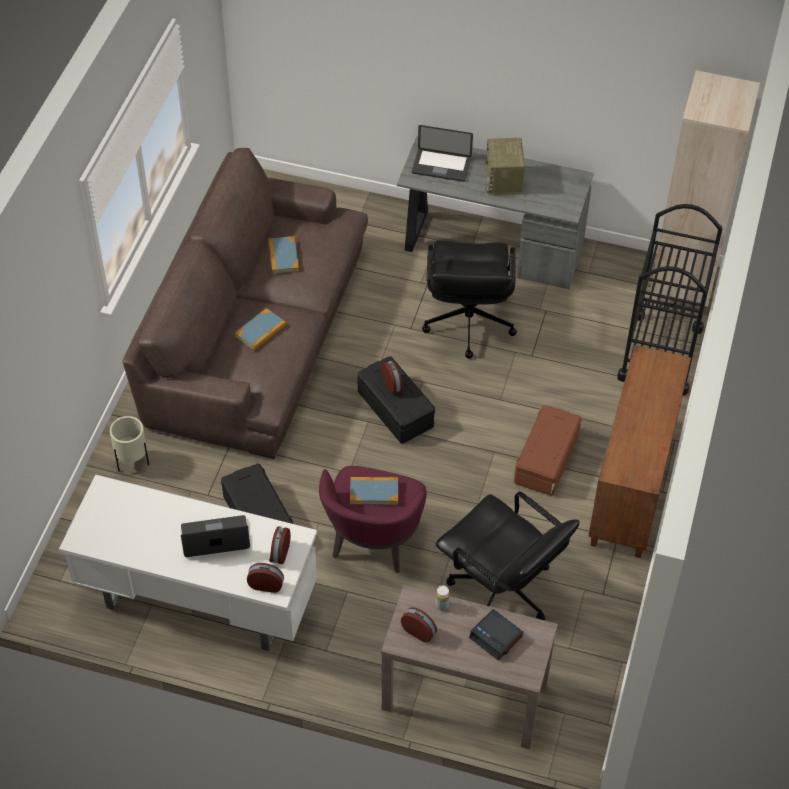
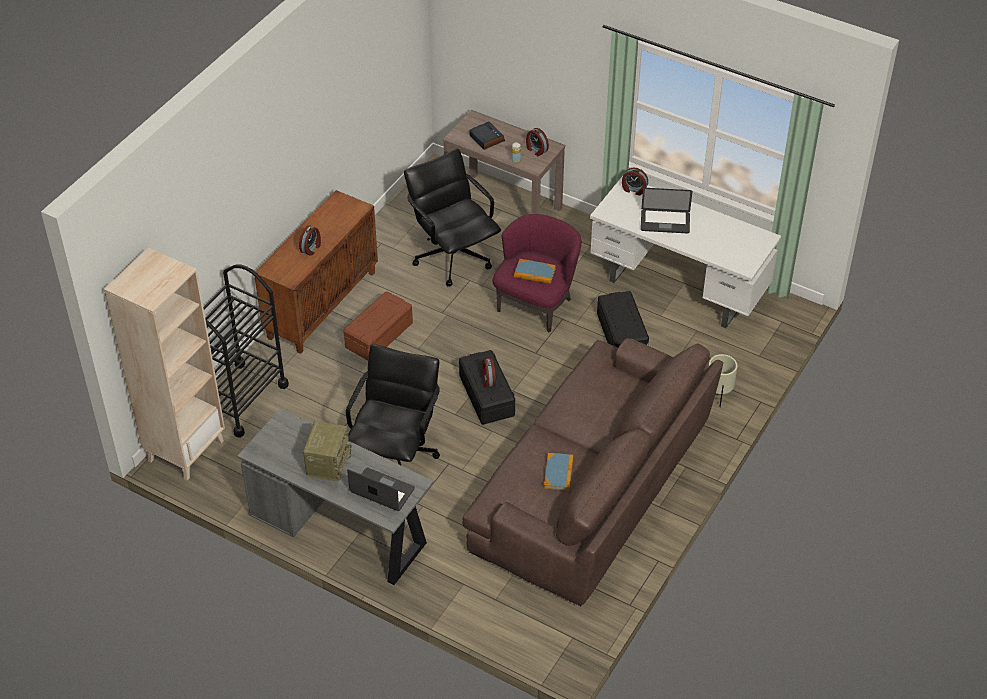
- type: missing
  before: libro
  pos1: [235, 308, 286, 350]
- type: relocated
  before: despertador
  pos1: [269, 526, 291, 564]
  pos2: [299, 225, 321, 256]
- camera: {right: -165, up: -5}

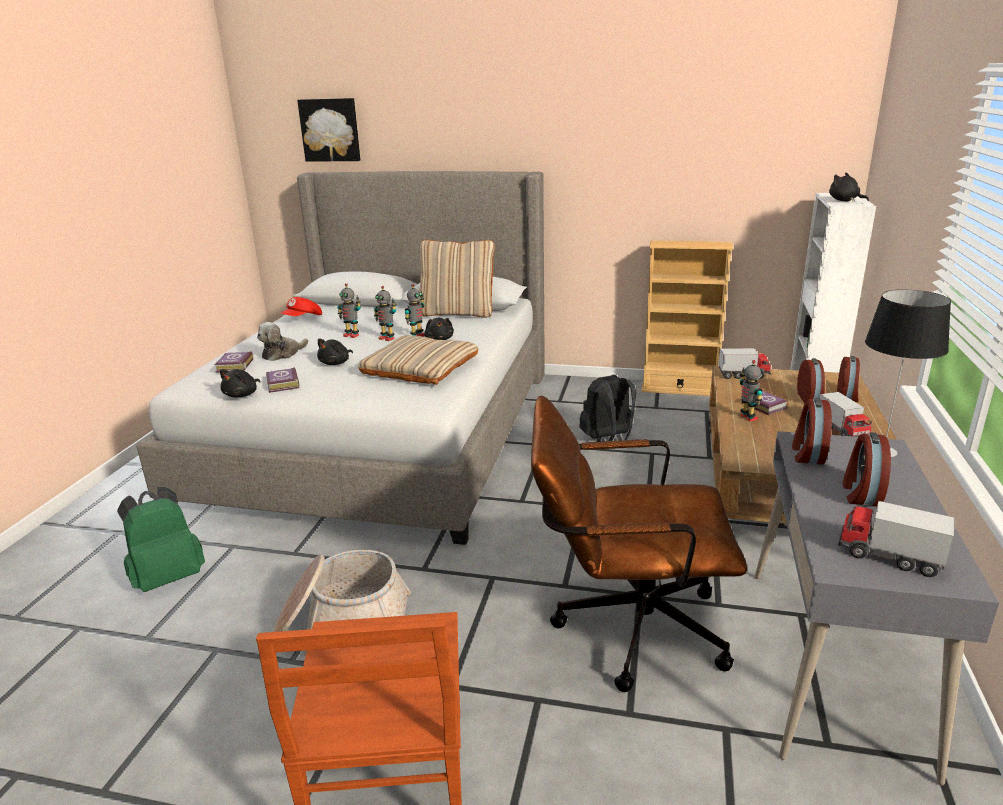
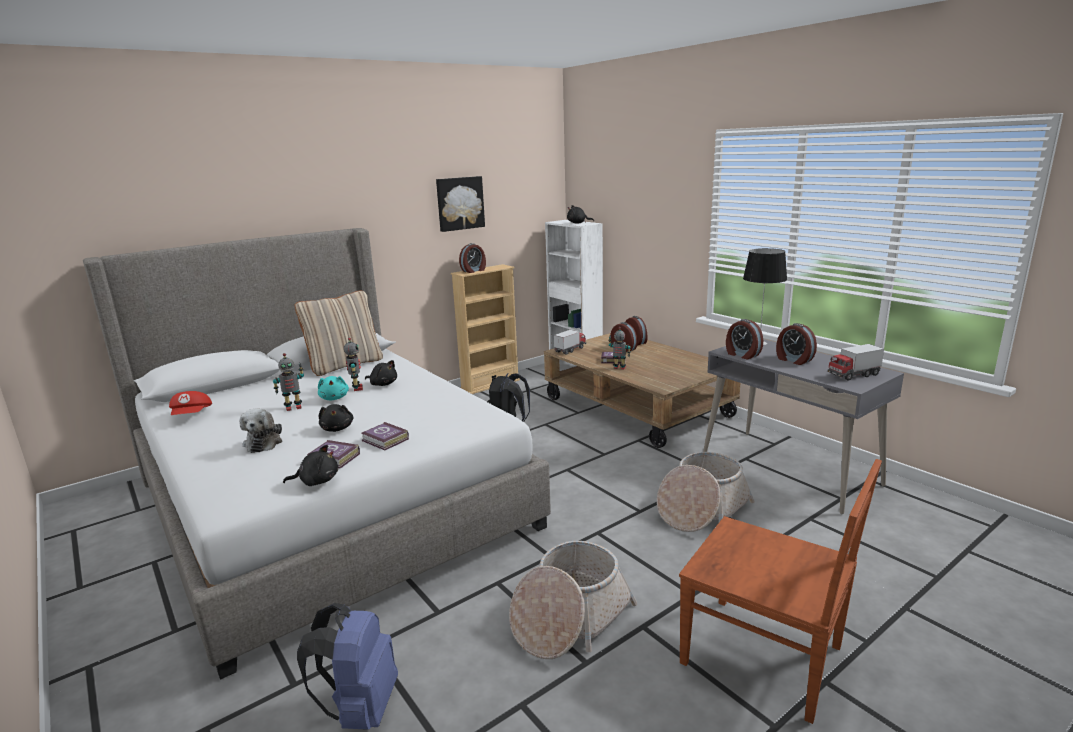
- type: missing
  before: cojín/beis
  pos1: [358, 335, 478, 385]
- type: missing
  before: camión de juguete
  pos1: [819, 392, 872, 437]
- type: appeared
  after: despertador
  pos2: [459, 243, 486, 273]
- type: relocated
  before: libro
  pos1: [215, 351, 253, 373]
  pos2: [362, 422, 409, 450]
- type: relocated
  before: cuadro
  pos1: [297, 98, 361, 162]
  pos2: [436, 176, 485, 232]
- type: exchanged
  before: robot de juguete
  after: peluche/turquesa
  pos1: [374, 286, 396, 341]
  pos2: [318, 376, 349, 400]
- type: exchanged
  before: silla de oficina/marrón
  after: cesta
  pos1: [531, 395, 747, 692]
  pos2: [657, 452, 755, 532]
- type: colour
  before: mochila/verde
  after: mochila/azul
  pos1: [117, 487, 205, 592]
  pos2: [297, 603, 398, 730]
- type: spun
  before: peluche/negro
  pos1: [220, 369, 260, 397]
  pos2: [283, 445, 338, 486]
  turn: -75
- camera: {right: -50, up: -5}

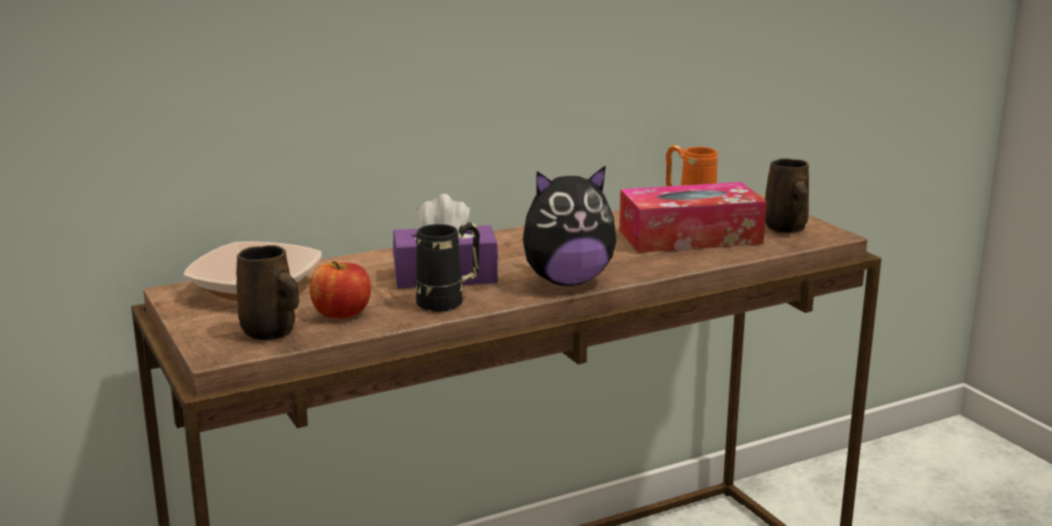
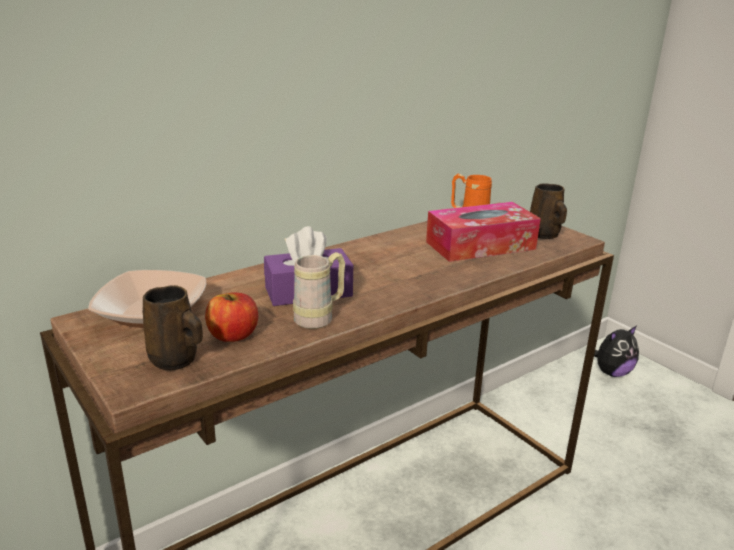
- type: relocated
  before: peluche
  pos1: [523, 165, 616, 286]
  pos2: [594, 325, 639, 377]
- type: colour
  before: taza grande/negro
  after: taza grande/beis
  pos1: [415, 222, 480, 312]
  pos2: [293, 252, 345, 329]
- camera: {right: -10, up: 5}

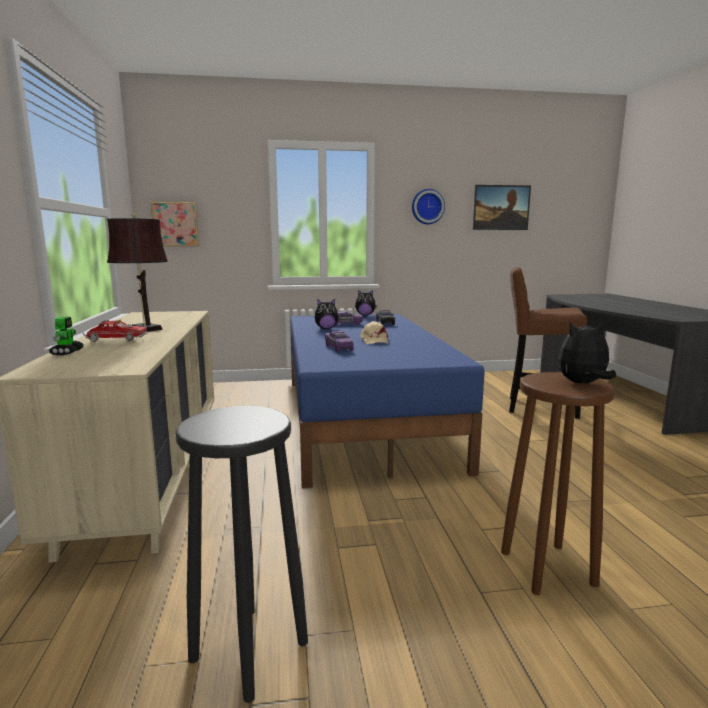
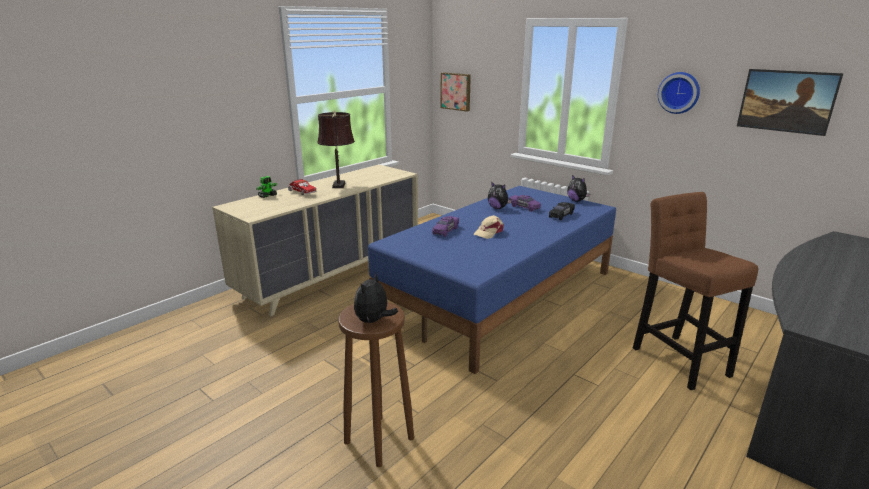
- type: missing
  before: taburete/negro
  pos1: [176, 406, 308, 703]
- type: spun
  before: peluche
  pos1: [558, 322, 616, 383]
  pos2: [354, 273, 398, 323]
  turn: -105
- camera: {right: 50, up: 10}

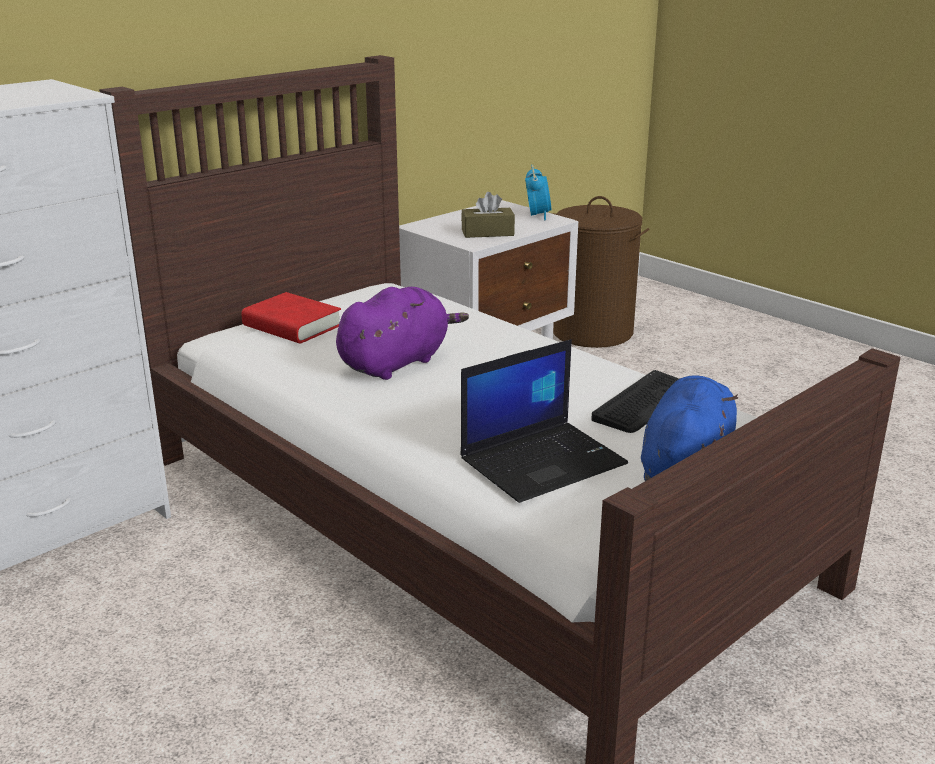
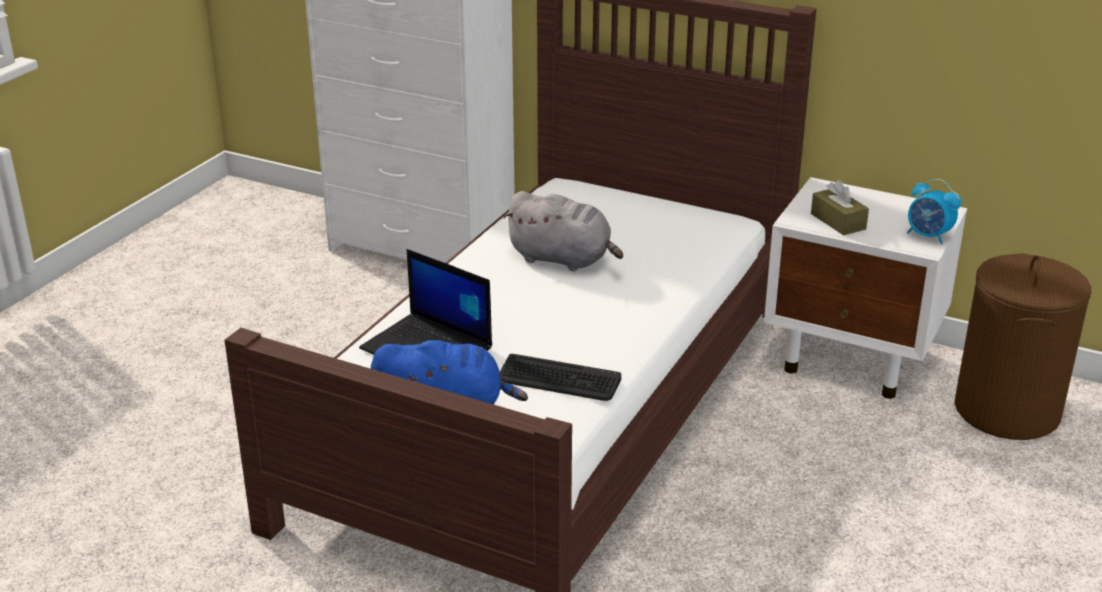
- type: missing
  before: libro/rojo
  pos1: [242, 292, 341, 343]
- type: colour
  before: peluche/morado
  after: peluche/gris
  pos1: [336, 287, 469, 380]
  pos2: [503, 191, 623, 271]
- type: spun
  before: despertador
  pos1: [525, 165, 551, 220]
  pos2: [907, 179, 961, 244]
  turn: 60
- camera: {right: 70, up: 5}

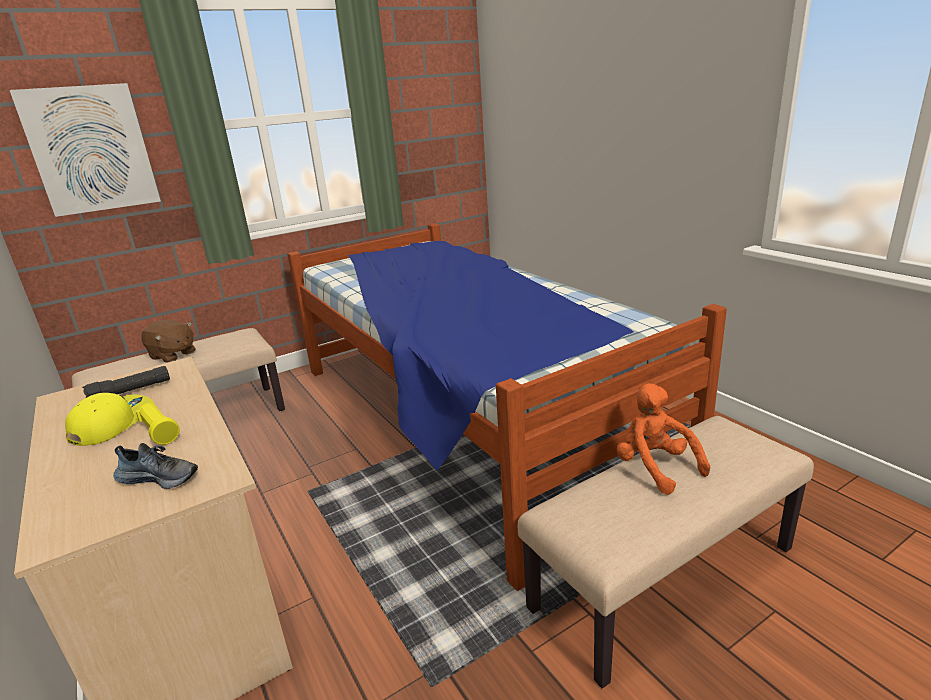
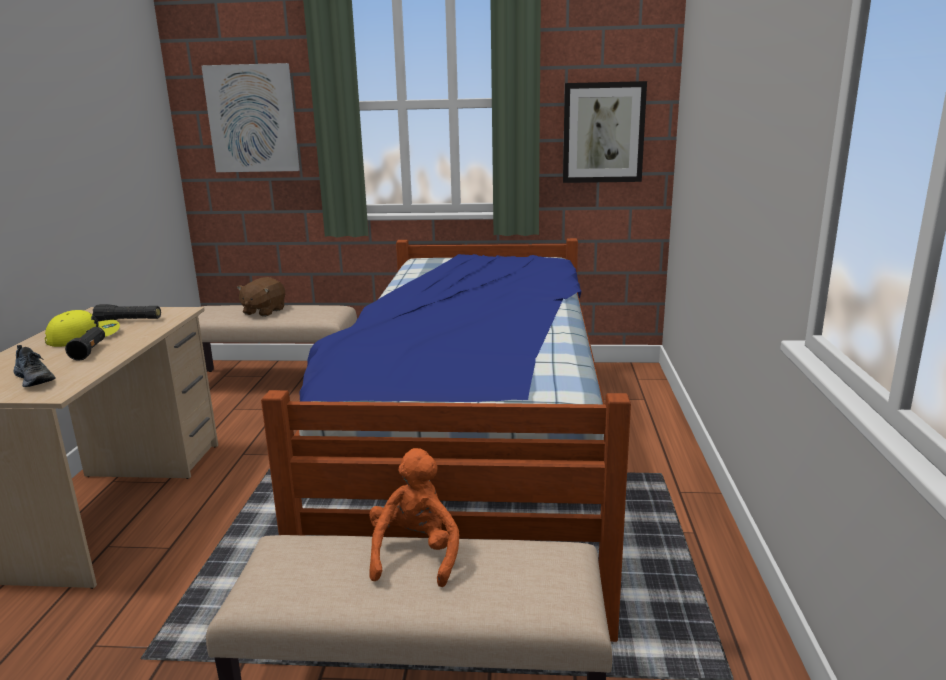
- type: appeared
  after: cuadro
  pos2: [563, 81, 647, 183]
- type: colour
  before: linterna/amarillo
  after: linterna/negro
  pos1: [136, 403, 180, 445]
  pos2: [65, 327, 105, 361]
- type: spun
  before: peluche/marrón
  pos1: [141, 320, 196, 363]
  pos2: [237, 277, 285, 317]
  turn: 45
- camera: {right: 35, up: -5}

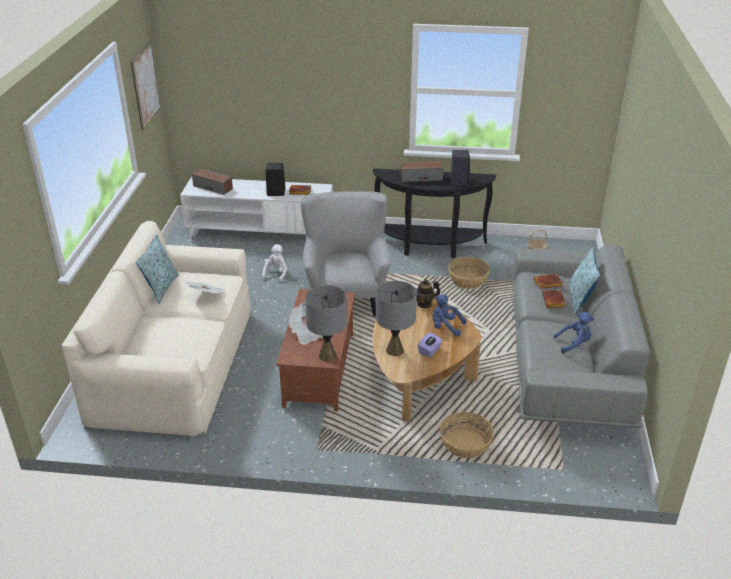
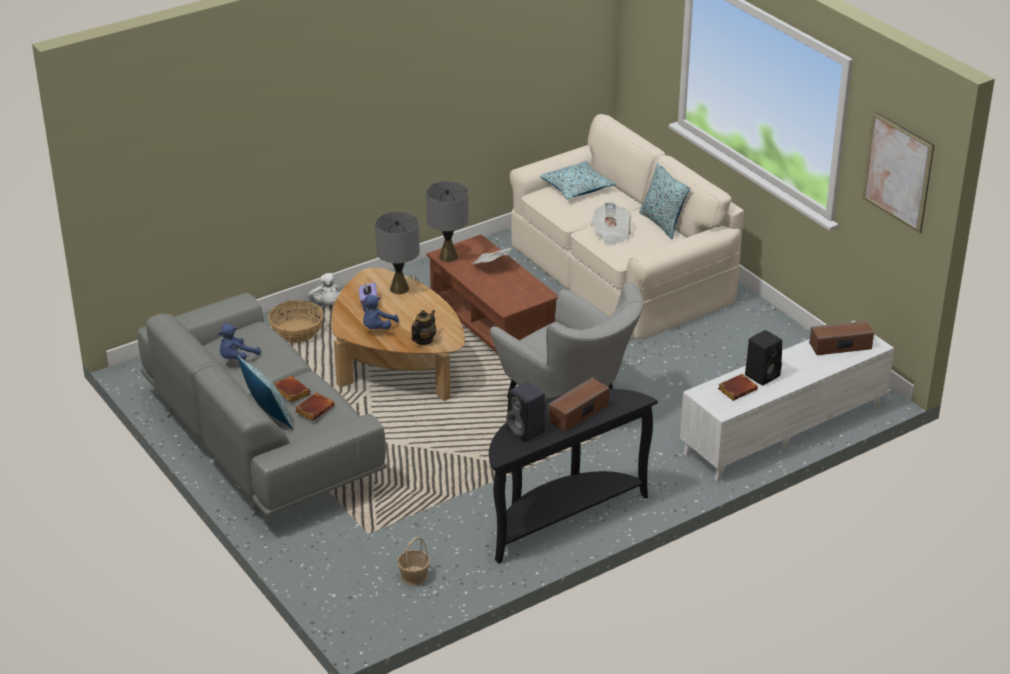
- type: missing
  before: cesta
  pos1: [448, 257, 490, 289]
- type: appeared
  after: cojín
  pos2: [540, 161, 616, 199]
- type: relocated
  before: peluche/blanco
  pos1: [262, 244, 287, 282]
  pos2: [308, 273, 342, 305]
- type: spun
  before: peluche/azul
  pos1: [433, 294, 467, 336]
  pos2: [363, 295, 399, 329]
  turn: 135
- camera: {right: 140, up: 0}

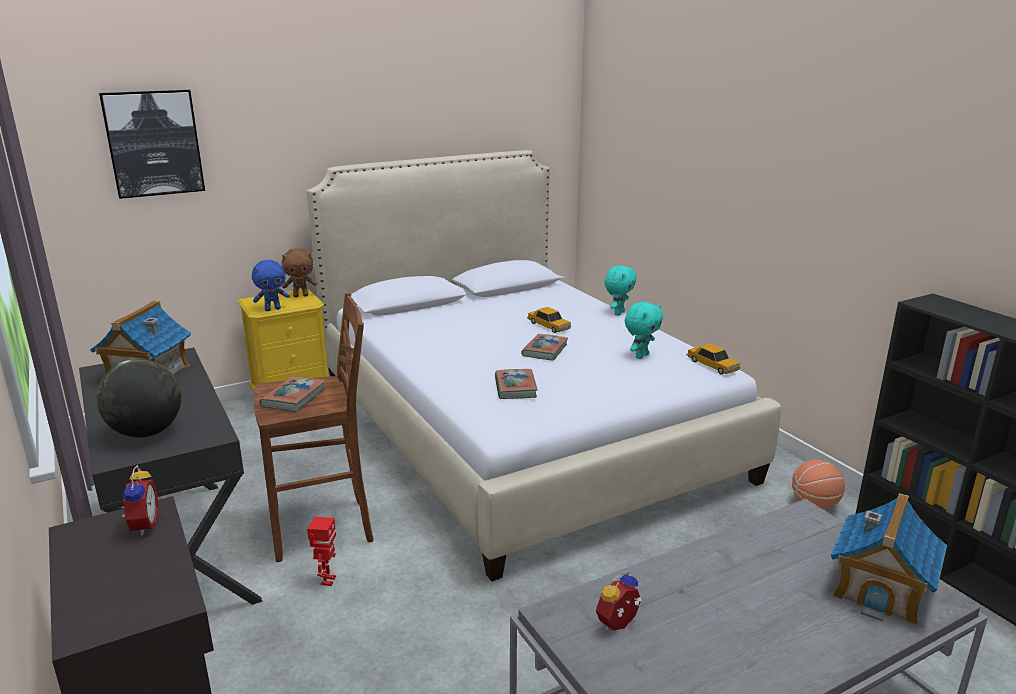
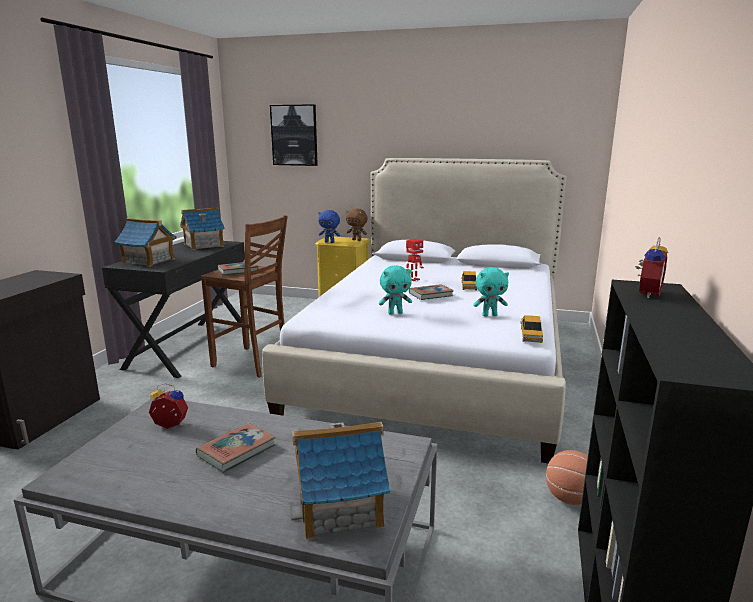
- type: relocated
  before: despertador
  pos1: [120, 465, 158, 535]
  pos2: [636, 237, 668, 298]
- type: relocated
  before: robot de juguete
  pos1: [307, 517, 336, 586]
  pos2: [406, 239, 424, 281]
- type: relocated
  before: libro
  pos1: [495, 369, 538, 399]
  pos2: [196, 423, 276, 473]
- type: relocated
  before: peluche/turquesa
  pos1: [605, 265, 637, 315]
  pos2: [379, 266, 412, 314]
- type: exchanged
  before: globo terráqueo
  after: casita
  pos1: [97, 359, 181, 437]
  pos2: [114, 218, 177, 267]
- camera: {right: 45, up: -5}

